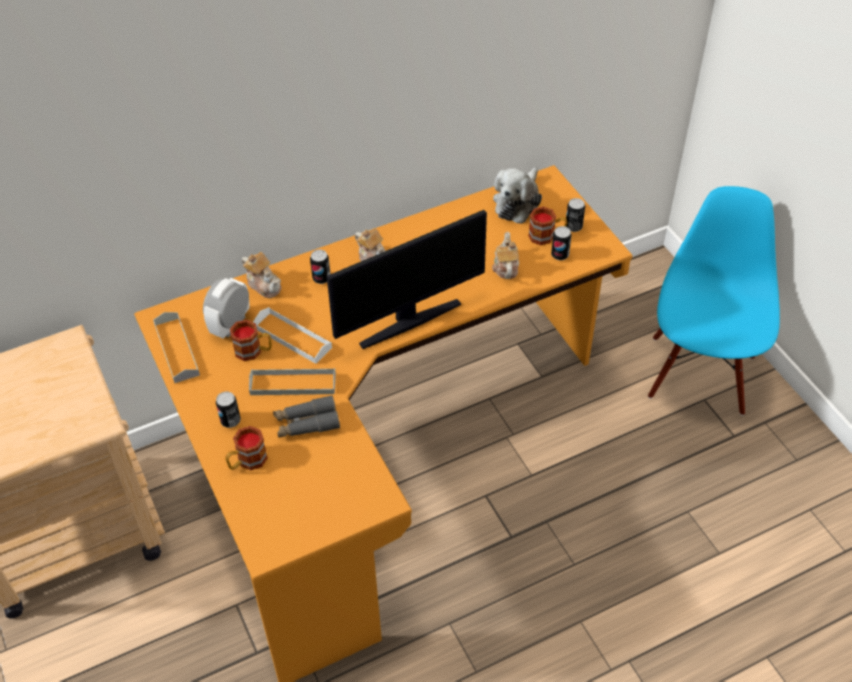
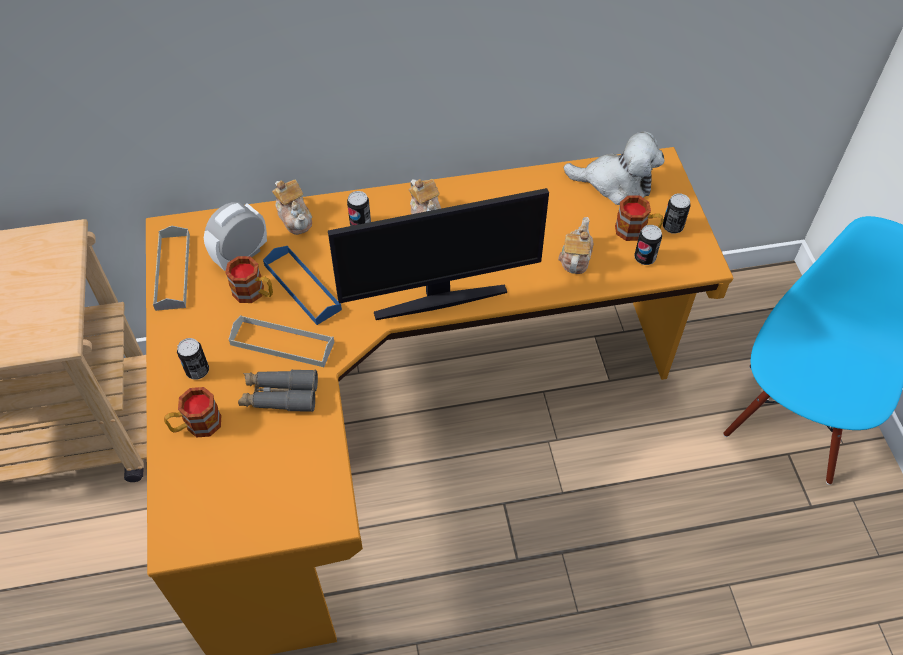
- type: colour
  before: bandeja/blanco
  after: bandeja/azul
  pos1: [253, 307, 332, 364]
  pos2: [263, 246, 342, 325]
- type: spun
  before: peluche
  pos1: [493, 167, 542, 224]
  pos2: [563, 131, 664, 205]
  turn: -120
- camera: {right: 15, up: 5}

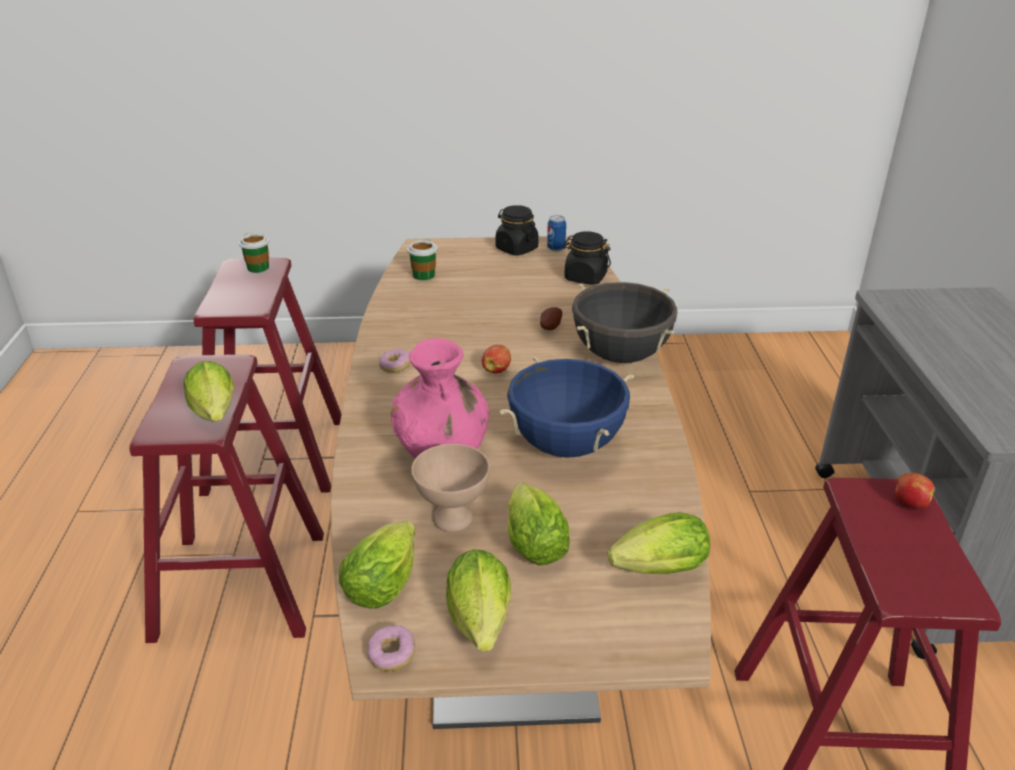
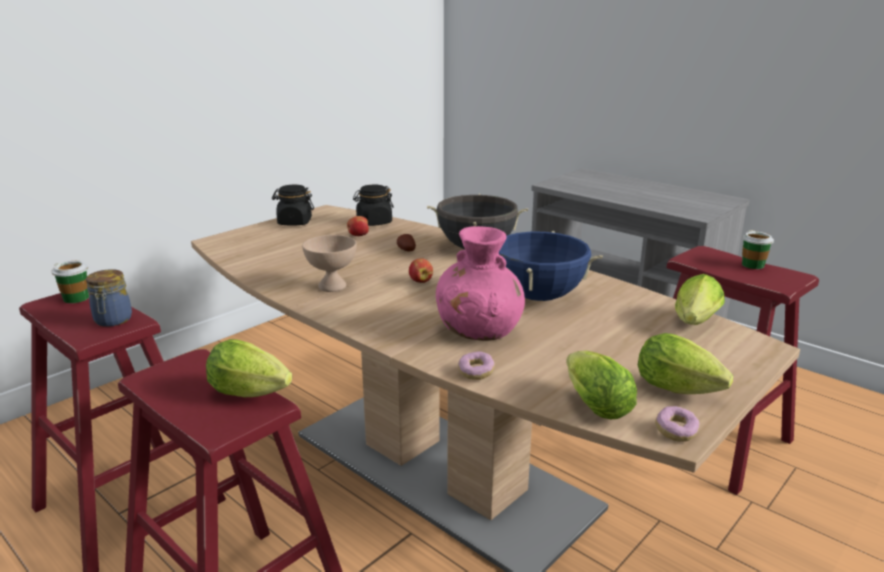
- type: missing
  before: lechuga
  pos1: [508, 483, 570, 565]
- type: missing
  before: lata
  pos1: [547, 215, 566, 251]
- type: appeared
  after: tarro
  pos2: [86, 269, 132, 327]
- type: relocated
  before: rosquilla
  pos1: [379, 349, 411, 373]
  pos2: [458, 351, 495, 380]
- type: relocated
  before: taza
  pos1: [407, 239, 438, 281]
  pos2: [742, 230, 774, 269]
- type: relocated
  before: cuenco/beis
  pos1: [411, 444, 490, 532]
  pos2: [302, 235, 357, 292]
- type: relocated
  before: manzana
  pos1: [896, 473, 934, 509]
  pos2: [347, 216, 369, 236]
- camera: {right: -45, up: -10}

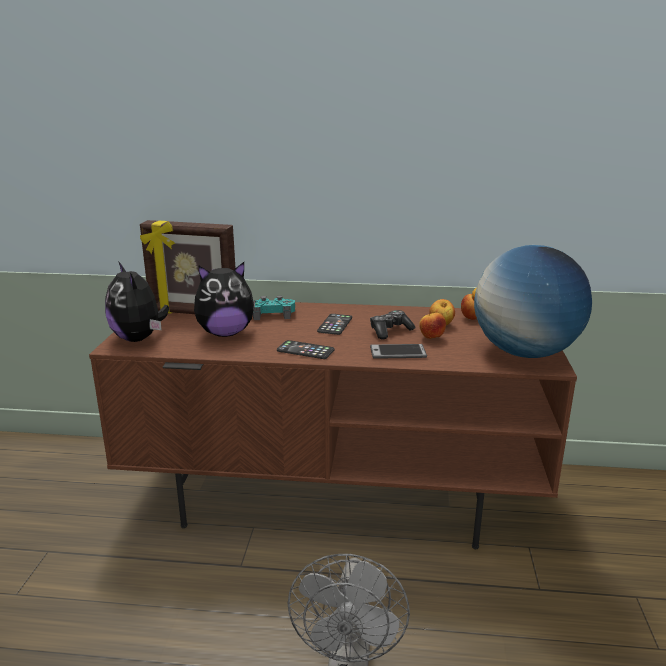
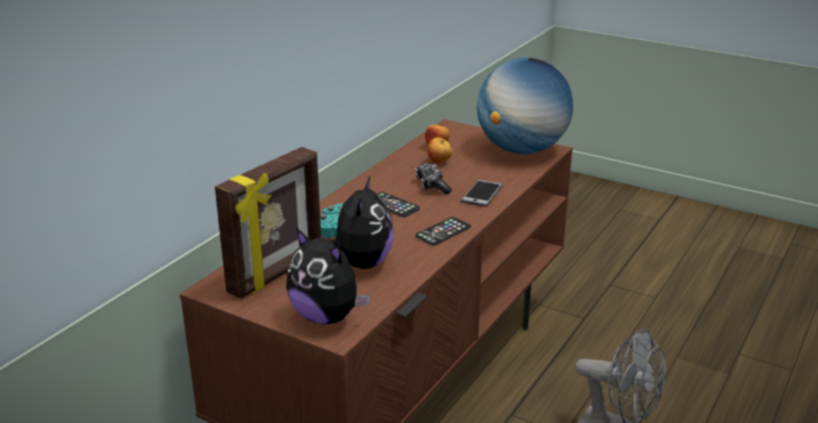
- type: missing
  before: manzana
  pos1: [419, 313, 446, 339]
- type: spun
  before: peluche
  pos1: [105, 261, 169, 342]
  pos2: [286, 228, 370, 324]
  turn: 45
- camera: {right: -65, up: 5}

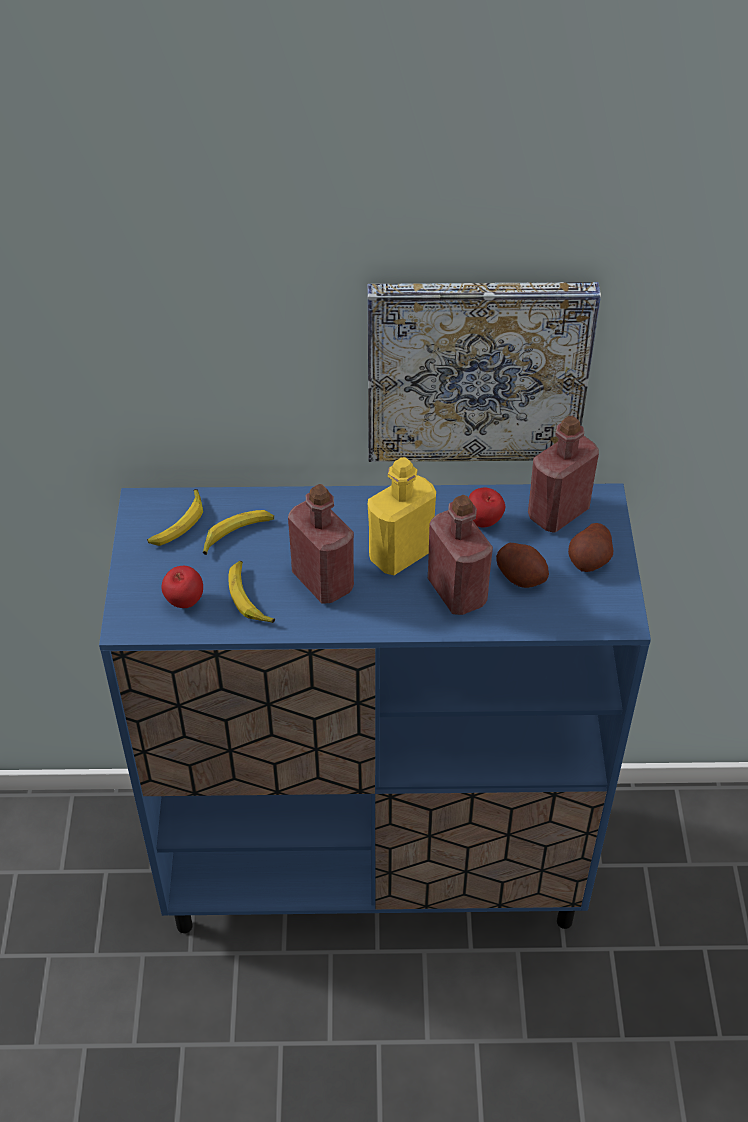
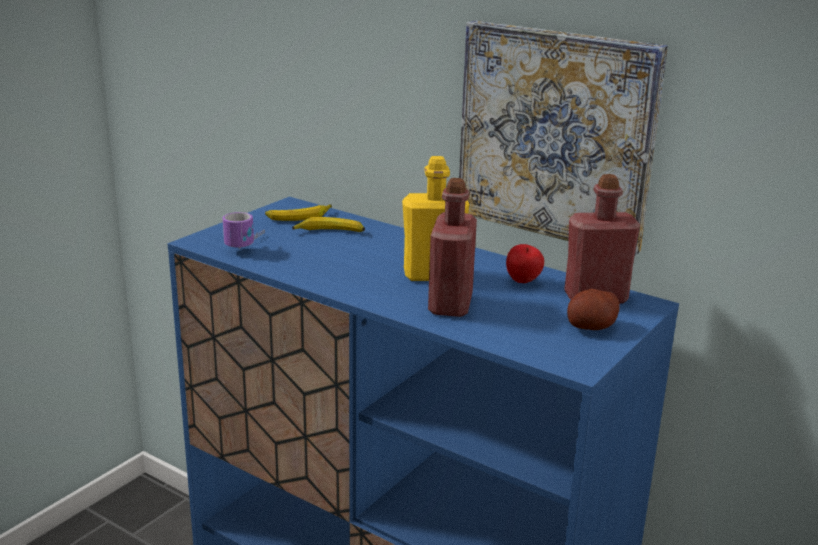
- type: missing
  before: plátano
  pos1: [228, 561, 275, 623]
- type: missing
  before: botella/rojo
  pos1: [288, 484, 354, 603]
- type: missing
  before: patata
  pos1: [496, 543, 549, 588]
- type: exchanged
  before: manzana
  after: taza grande
  pos1: [162, 566, 203, 608]
  pos2: [223, 212, 265, 248]
- camera: {right: 35, up: -25}

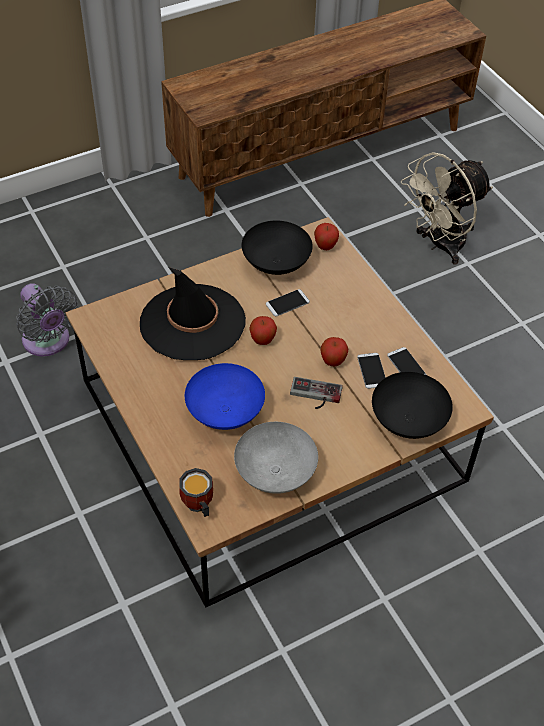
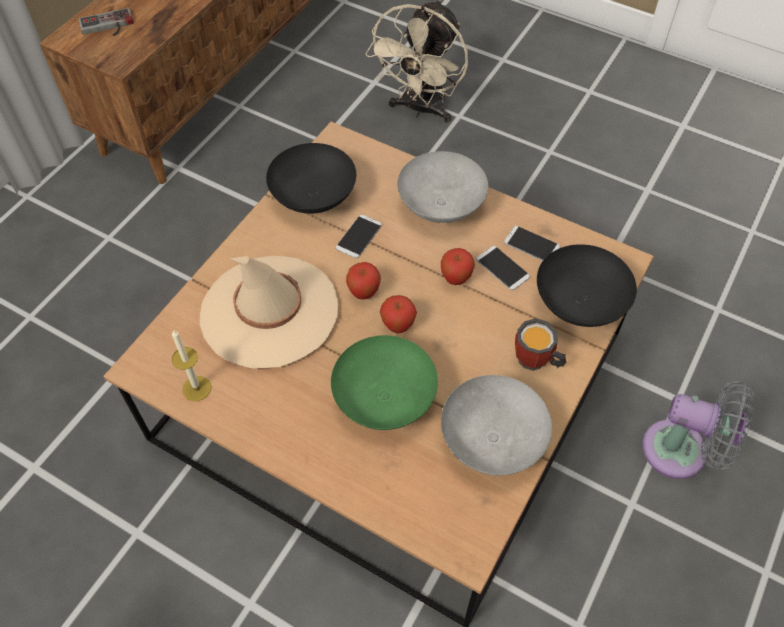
- type: appeared
  after: vela
  pos2: [172, 329, 211, 401]
- type: appeared
  after: cuenco/gris
  pos2: [397, 151, 488, 223]
- type: relocated
  before: ventilador/gris
  pos1: [16, 283, 78, 357]
  pos2: [642, 381, 755, 479]
- type: relocated
  before: taza grande
  pos1: [179, 468, 213, 517]
  pos2: [515, 318, 566, 371]
- type: relocated
  before: mando de consola
  pos1: [290, 377, 343, 409]
  pos2: [78, 8, 134, 36]
- type: relocated
  before: manzana
  pos1: [314, 223, 339, 250]
  pos2: [380, 295, 417, 333]
- type: colour
  before: sombrero/negro
  after: sombrero/beis
  pos1: [140, 267, 246, 360]
  pos2: [200, 256, 339, 369]
- type: colour
  before: cuenco/azul
  after: cuenco/verde
  pos1: [185, 363, 265, 430]
  pos2: [331, 335, 438, 430]
- camera: {right: -30, up: 5}

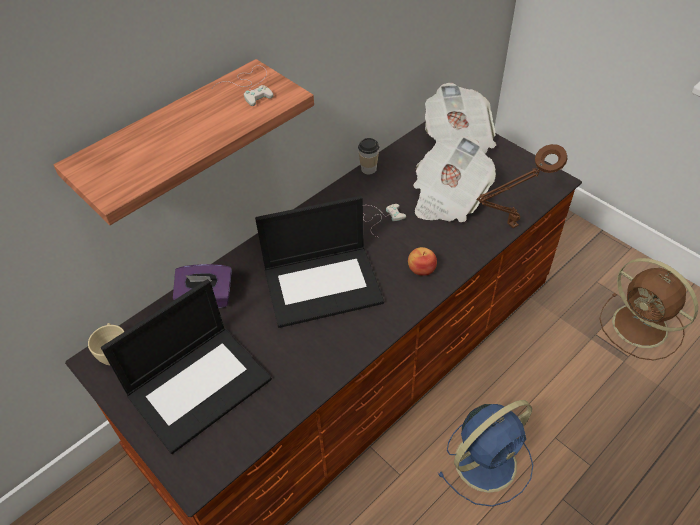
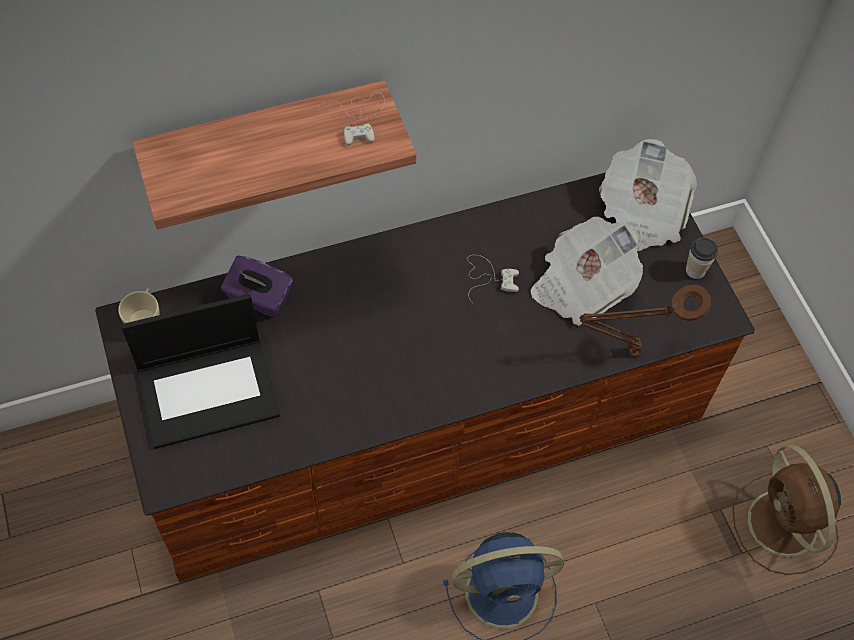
- type: missing
  before: portátil
  pos1: [255, 196, 384, 328]
- type: missing
  before: manzana
  pos1: [408, 247, 437, 276]
- type: relocated
  before: taza
  pos1: [358, 138, 379, 174]
  pos2: [686, 237, 718, 279]
- camera: {right: 20, up: 10}

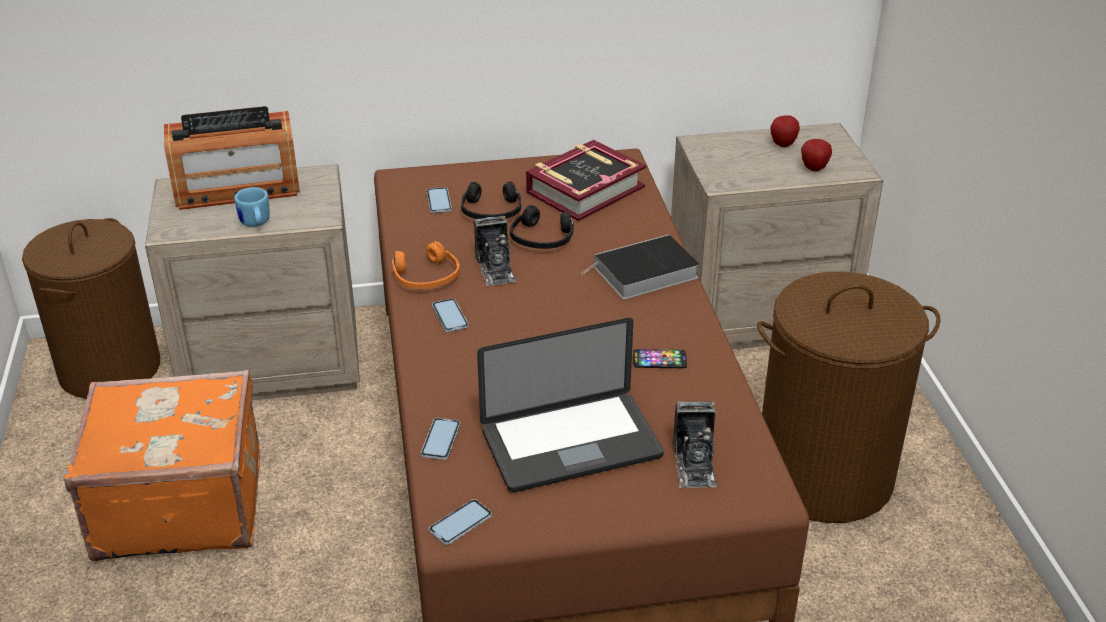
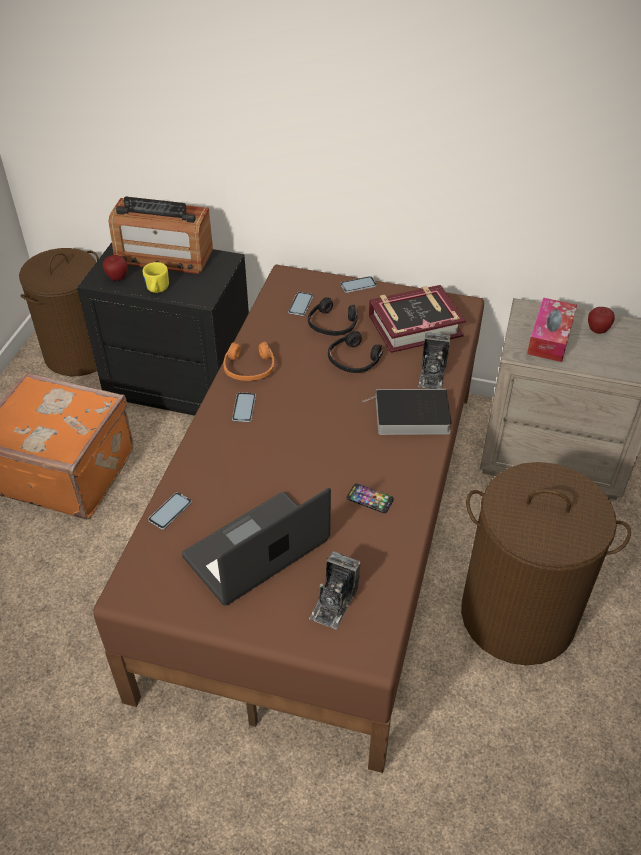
- type: appeared
  after: caja de pañuelos
  pos2: [527, 298, 577, 362]
- type: relocated
  before: móvil
  pos1: [429, 499, 492, 545]
  pos2: [340, 276, 377, 293]
- type: relocated
  before: cámara
  pos1: [474, 216, 516, 286]
  pos2: [418, 332, 451, 389]
- type: relocated
  before: manzana
  pos1: [801, 139, 832, 171]
  pos2: [103, 255, 128, 281]
- type: colour
  before: mesita de noche/beis
  after: mesita de noche/negro
  pos1: [145, 164, 360, 401]
  pos2: [77, 242, 249, 416]
- type: colour
  before: taza grande/azul
  after: taza grande/amarillo
  pos1: [234, 187, 270, 227]
  pos2: [143, 262, 169, 293]
- type: spun
  before: portátil
  pos1: [477, 318, 664, 492]
  pos2: [182, 488, 331, 606]
  turn: 135
- camera: {right: 25, up: 10}

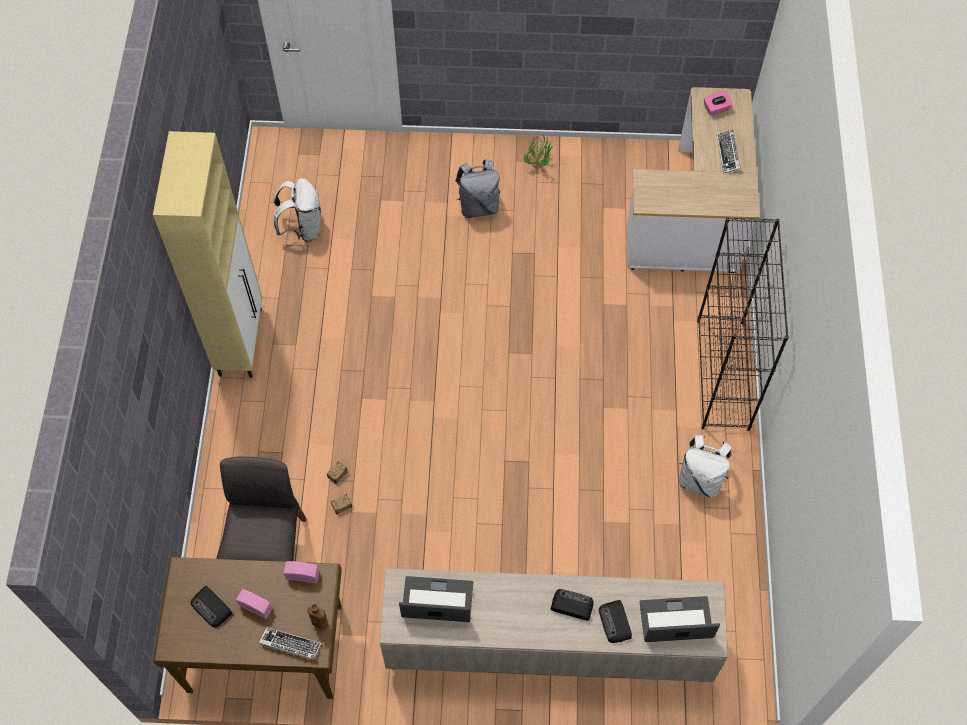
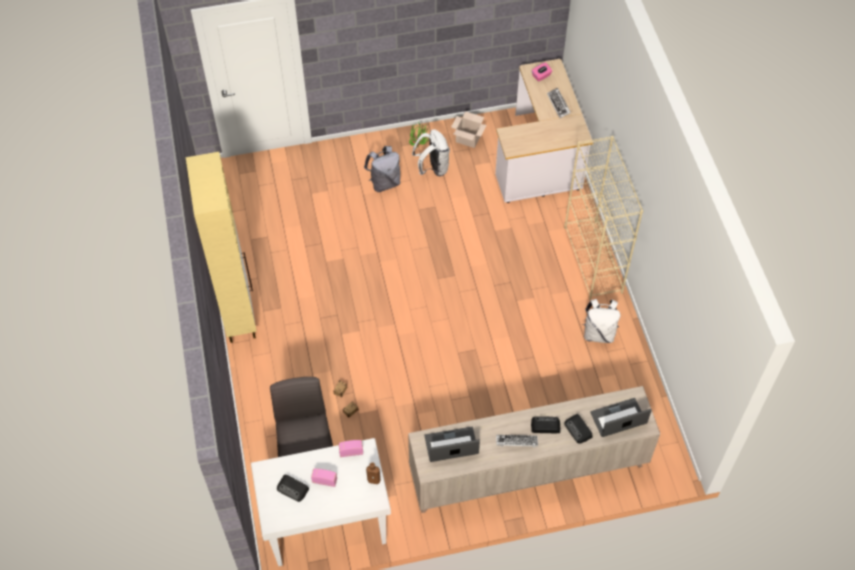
- type: appeared
  after: caja de cartón
  pos2: [451, 111, 486, 148]
- type: relocated
  before: teclado
  pos1: [259, 627, 321, 660]
  pos2: [496, 435, 538, 448]
- type: relocated
  before: mochila/blanco
  pos1: [273, 178, 321, 242]
  pos2: [412, 129, 450, 177]
- type: colour
  before: escritorio/marrón
  after: escritorio/blanco
  pos1: [153, 557, 342, 699]
  pos2: [251, 438, 391, 566]
- type: colour
  before: estantería/negro
  after: estantería/beis
  pos1: [697, 217, 789, 431]
  pos2: [564, 136, 643, 300]
- camera: {right: -15, up: -5}

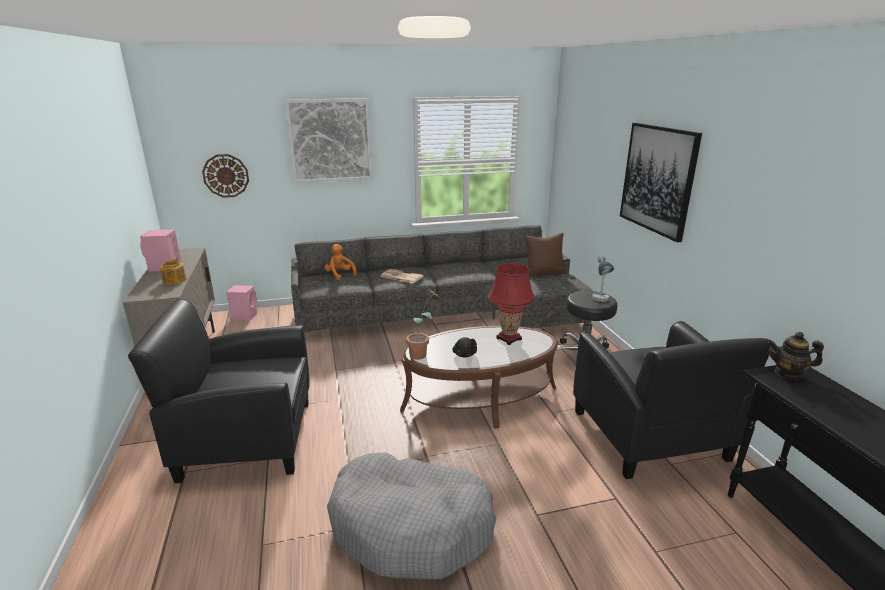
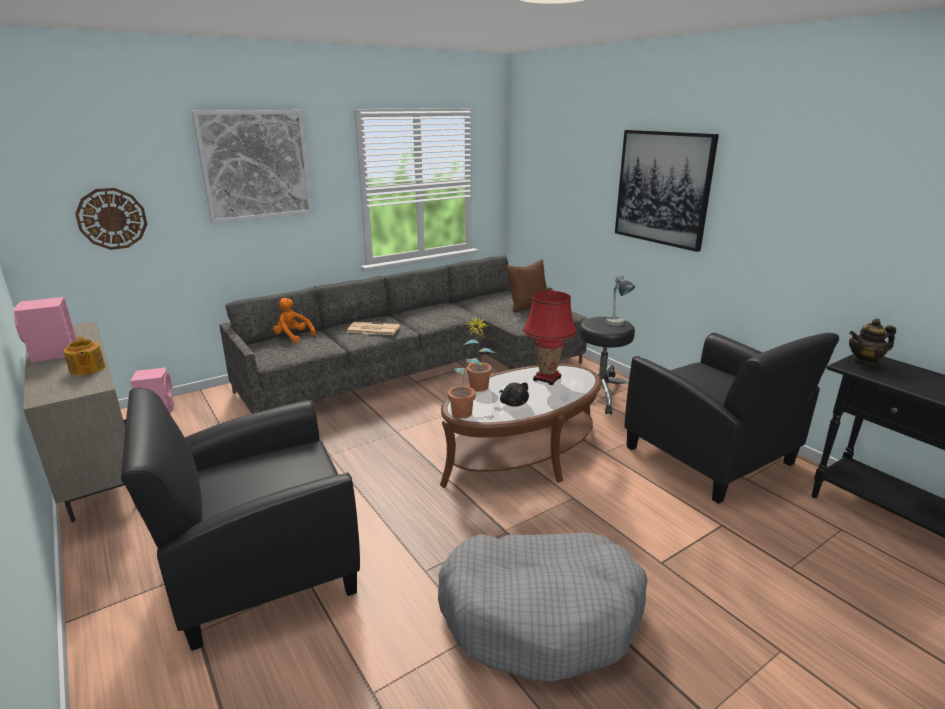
- type: appeared
  after: planta en maceta
  pos2: [462, 315, 495, 392]
- camera: {right: -20, up: 0}

